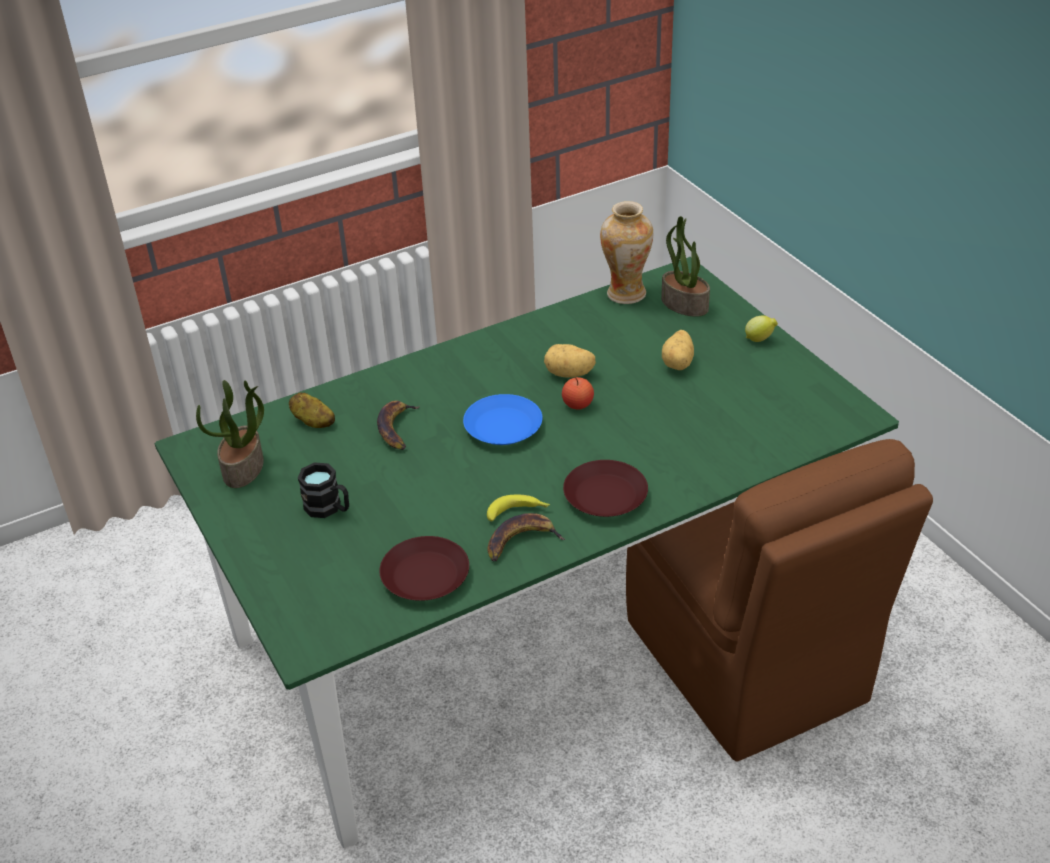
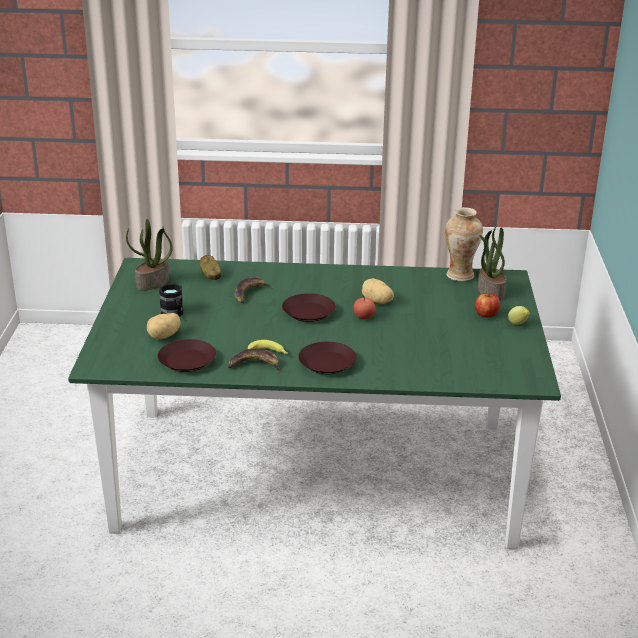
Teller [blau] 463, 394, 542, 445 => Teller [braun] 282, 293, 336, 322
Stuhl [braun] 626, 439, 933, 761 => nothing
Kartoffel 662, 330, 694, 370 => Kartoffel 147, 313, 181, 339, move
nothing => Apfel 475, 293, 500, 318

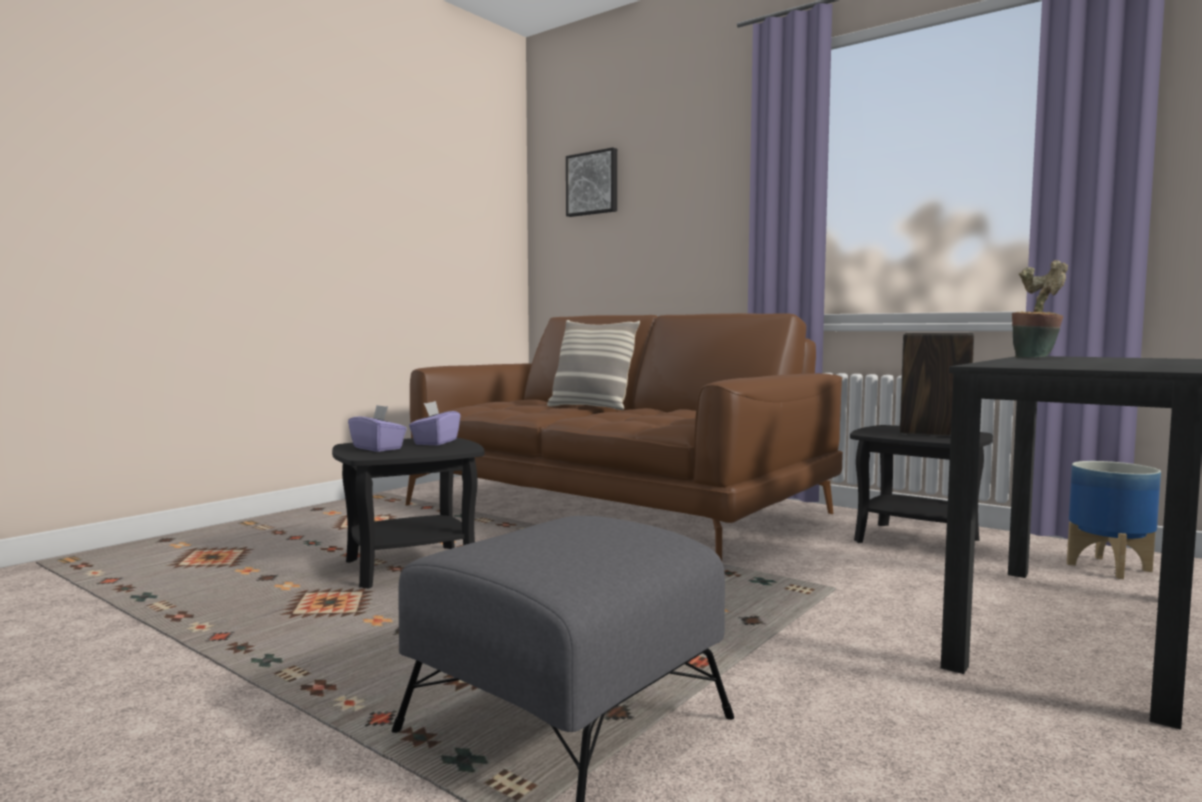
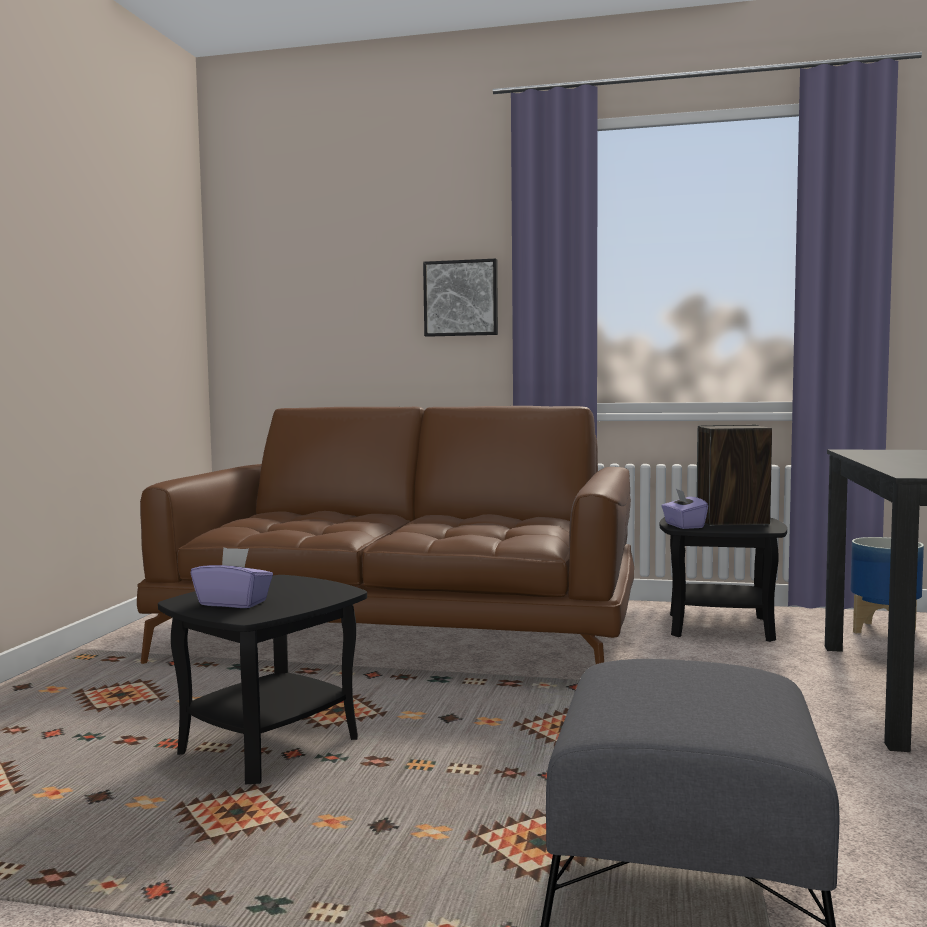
Taschentuchbox [lila] 409, 401, 460, 445 => Taschentuchbox [lila] 661, 489, 708, 529, move
Kissen 547, 320, 640, 410 => nothing
Bild 566, 147, 617, 217 => Bild 423, 258, 498, 337, move
Topfpflanze 1012, 260, 1068, 358 => nothing

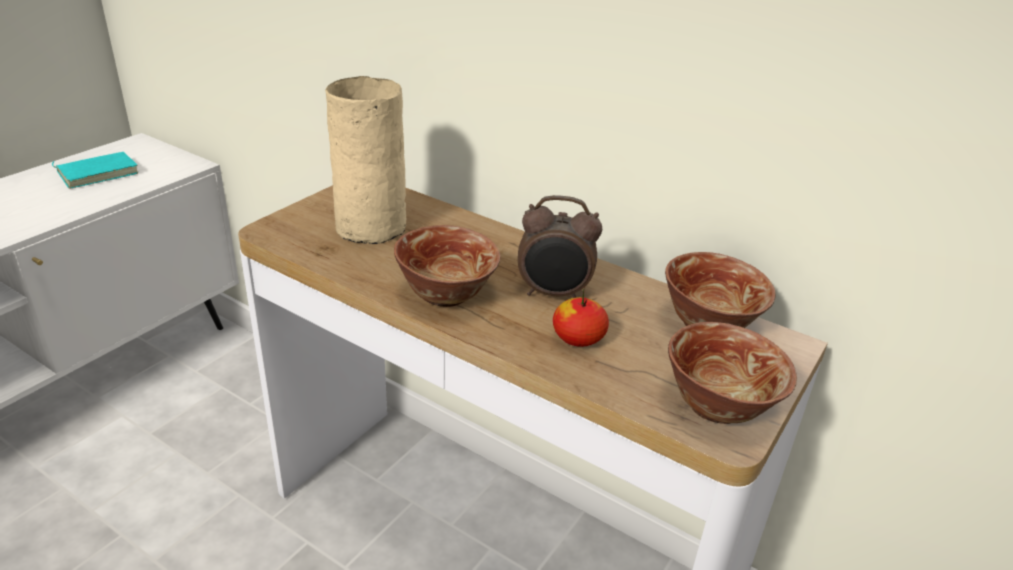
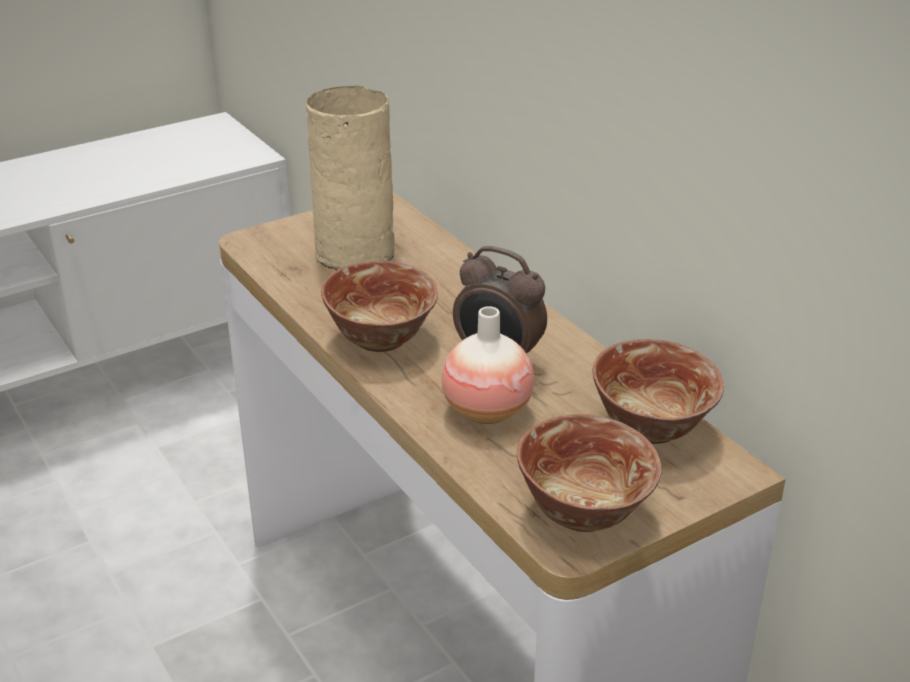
Buch [türkis] 52, 152, 138, 188 => nothing
Apfel 553, 290, 609, 347 => Vase 442, 306, 534, 424

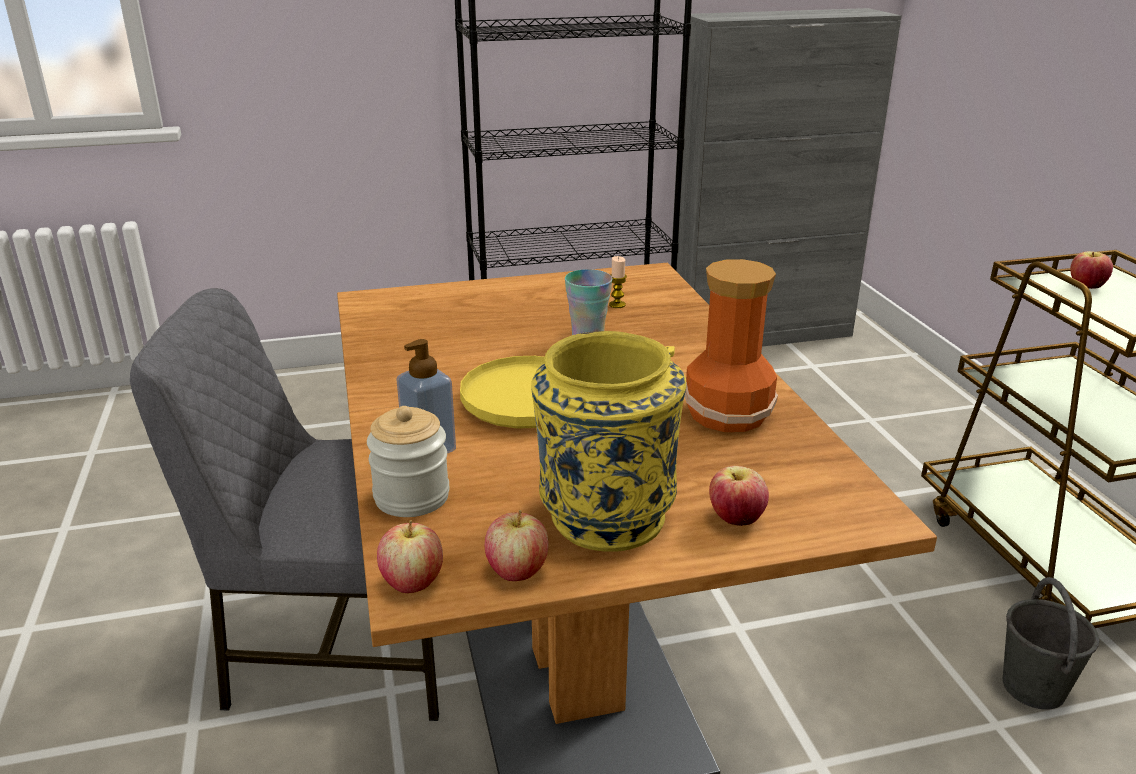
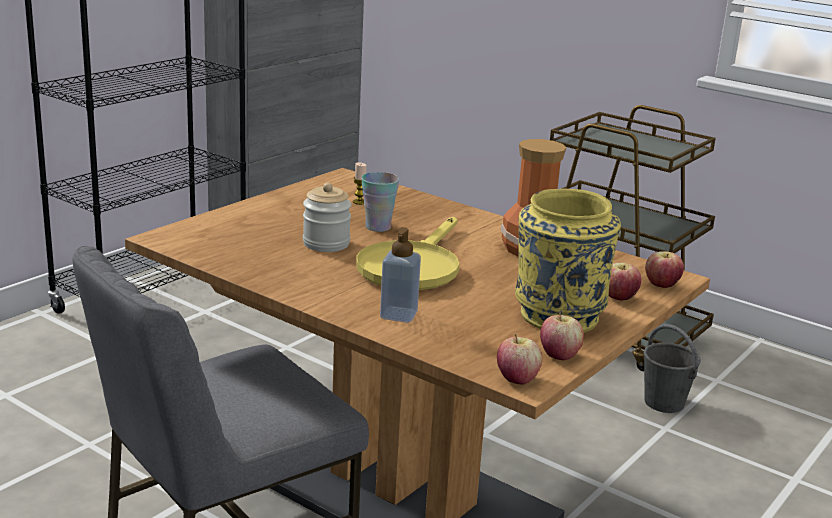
Vorratsglas 367, 406, 450, 517 => Vorratsglas 303, 183, 351, 252, move
Apfel 1070, 251, 1113, 289 => Apfel 645, 251, 684, 288, move

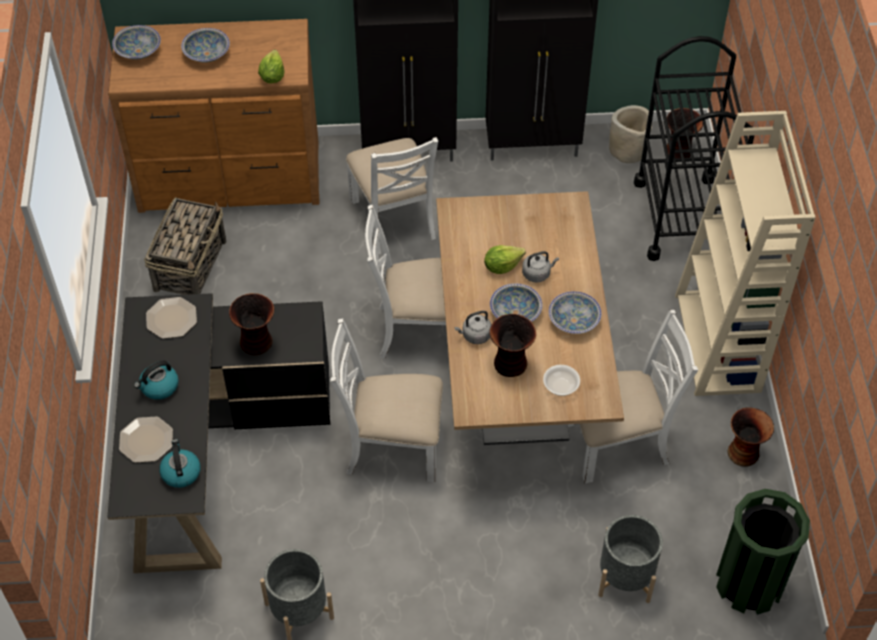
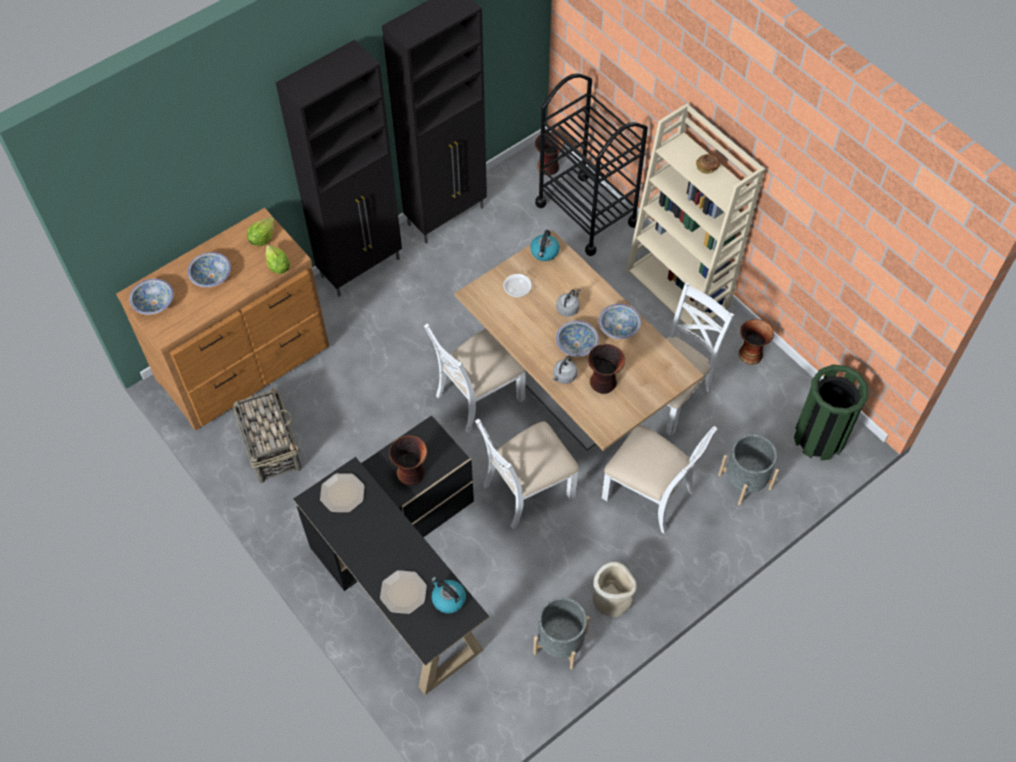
Wasserkessel 134, 361, 179, 400 => Wasserkessel 530, 230, 560, 261, move
Stuhl [weiß] 346, 137, 438, 254 => Stuhl [weiß] 601, 425, 718, 534, move
Salatkopf 484, 245, 526, 274 => Salatkopf 247, 217, 274, 246, move
Schüssel 543, 365, 580, 396 => Schüssel 503, 274, 532, 297, move
Pflanzkübel [beige] 609, 105, 652, 163 => Pflanzkübel [beige] 593, 562, 637, 617, move
nothing => Brot 696, 154, 720, 174

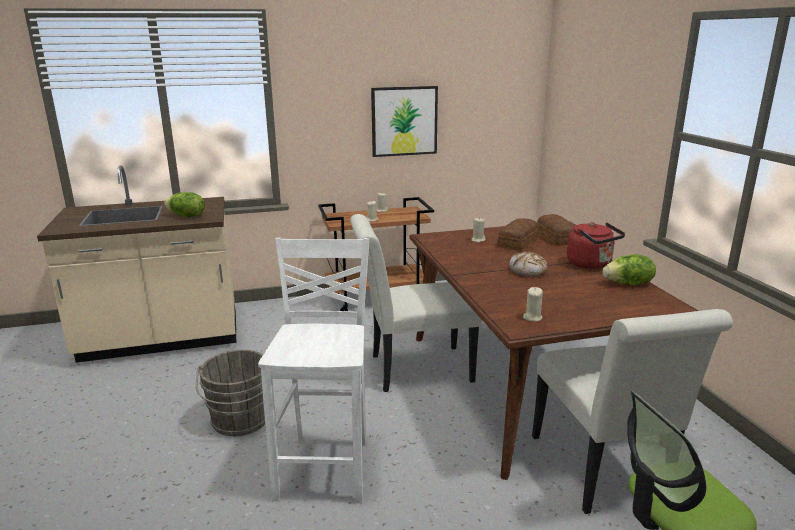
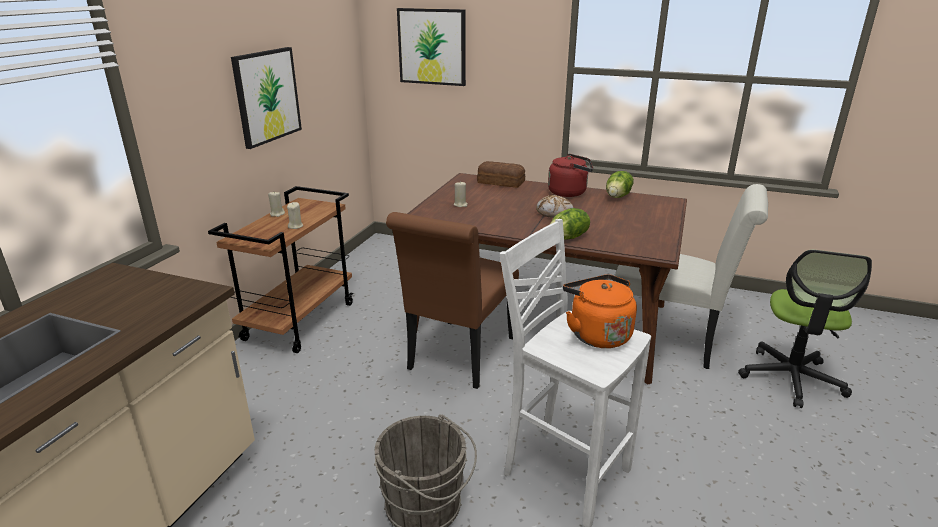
Salatkopf 164, 192, 205, 217 => Salatkopf 549, 208, 590, 240, move
Stuhl [weiß] 350, 214, 482, 392 => Stuhl [braun] 386, 212, 519, 389
Brot 497, 218, 539, 250 => nothing
Kerze [beige] 523, 287, 543, 322 => nothing
nothing => Bild 397, 8, 466, 86
nothing => Wasserkessel [orange] 563, 274, 637, 348

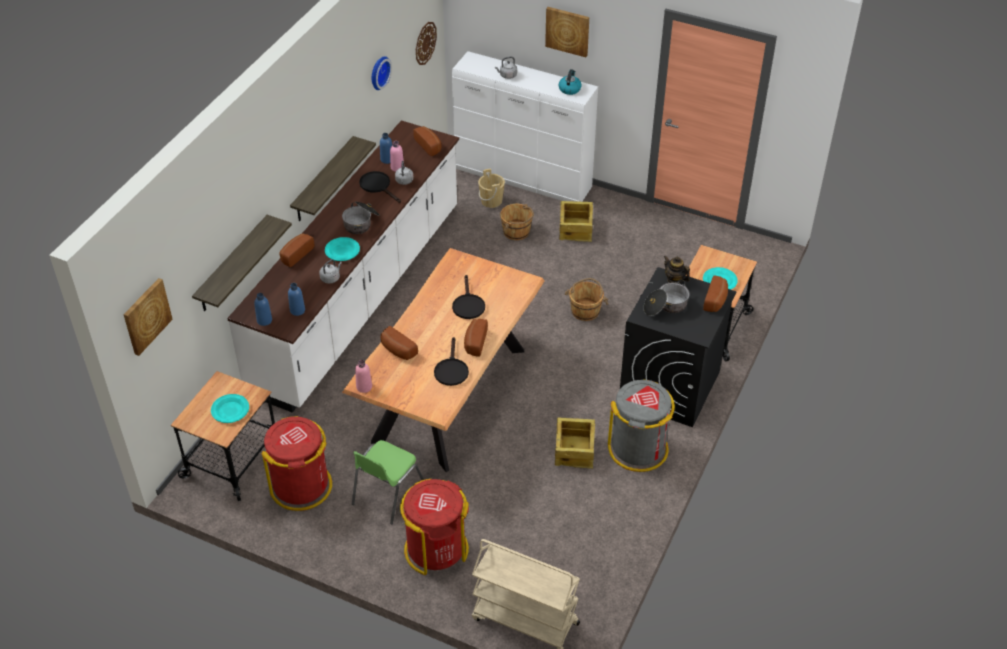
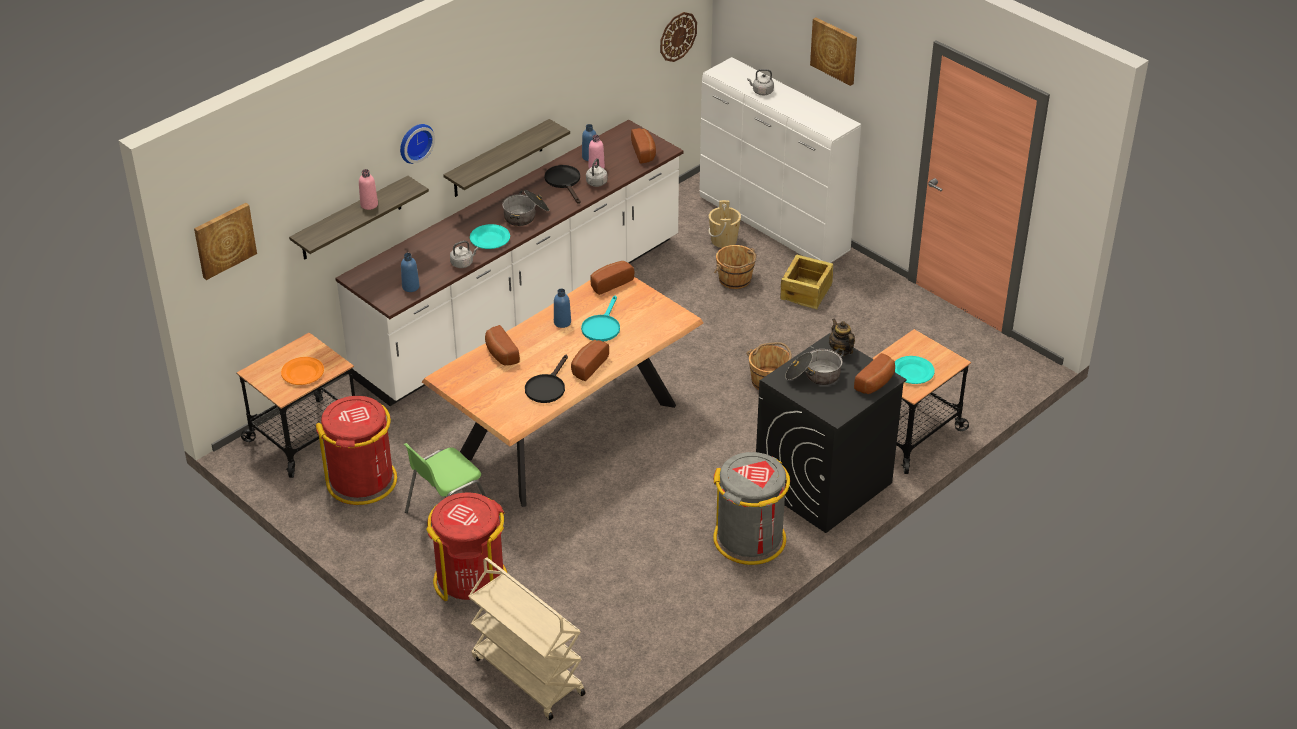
Teller [türkis] 211, 394, 249, 423 => Teller [orange] 281, 357, 324, 385
Flasche [blau] 254, 293, 272, 326 => Flasche [blau] 554, 289, 571, 328, move
Brot 280, 233, 315, 267 => Brot 590, 261, 634, 295, move
Flasche [rosa] 355, 360, 372, 393 => Flasche [rosa] 359, 169, 378, 210, move
Wanduhr 372, 56, 392, 90 => Wanduhr 400, 124, 435, 164, move
Pfanne [schwarz] 452, 275, 485, 319 => Pfanne [türkis] 581, 295, 620, 342
Kiste 555, 417, 595, 469 => nothing
Wasserkessel 559, 69, 582, 95 => nothing

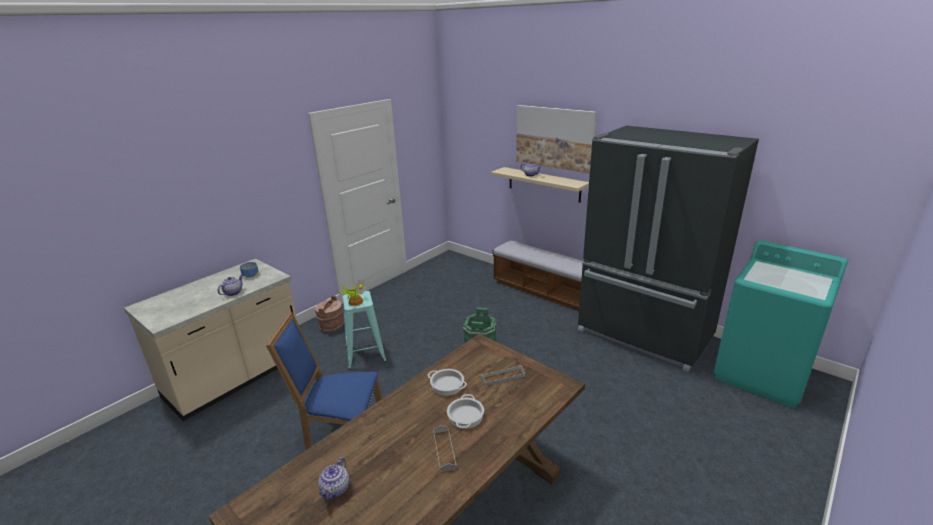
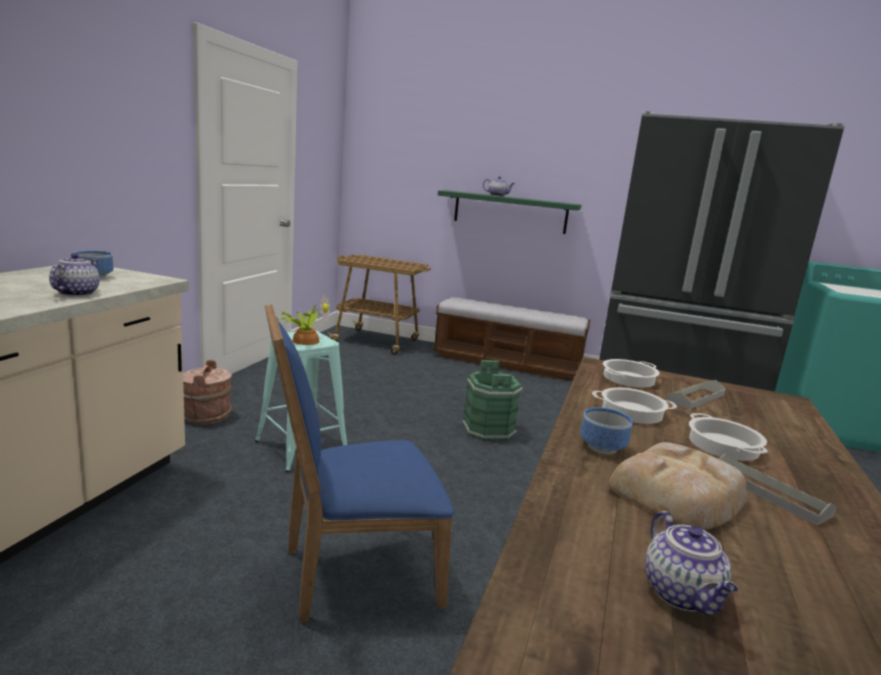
Wandregal [beige] 491, 167, 589, 203 => Wandregal [grün] 438, 190, 582, 234
Bild 516, 105, 597, 174 => nothing
nothing => Rollwagen 327, 255, 431, 355
nothing => Schüssel 580, 407, 633, 454
nothing => Kochtopf 603, 359, 660, 388
nothing => Brot 609, 442, 748, 530

